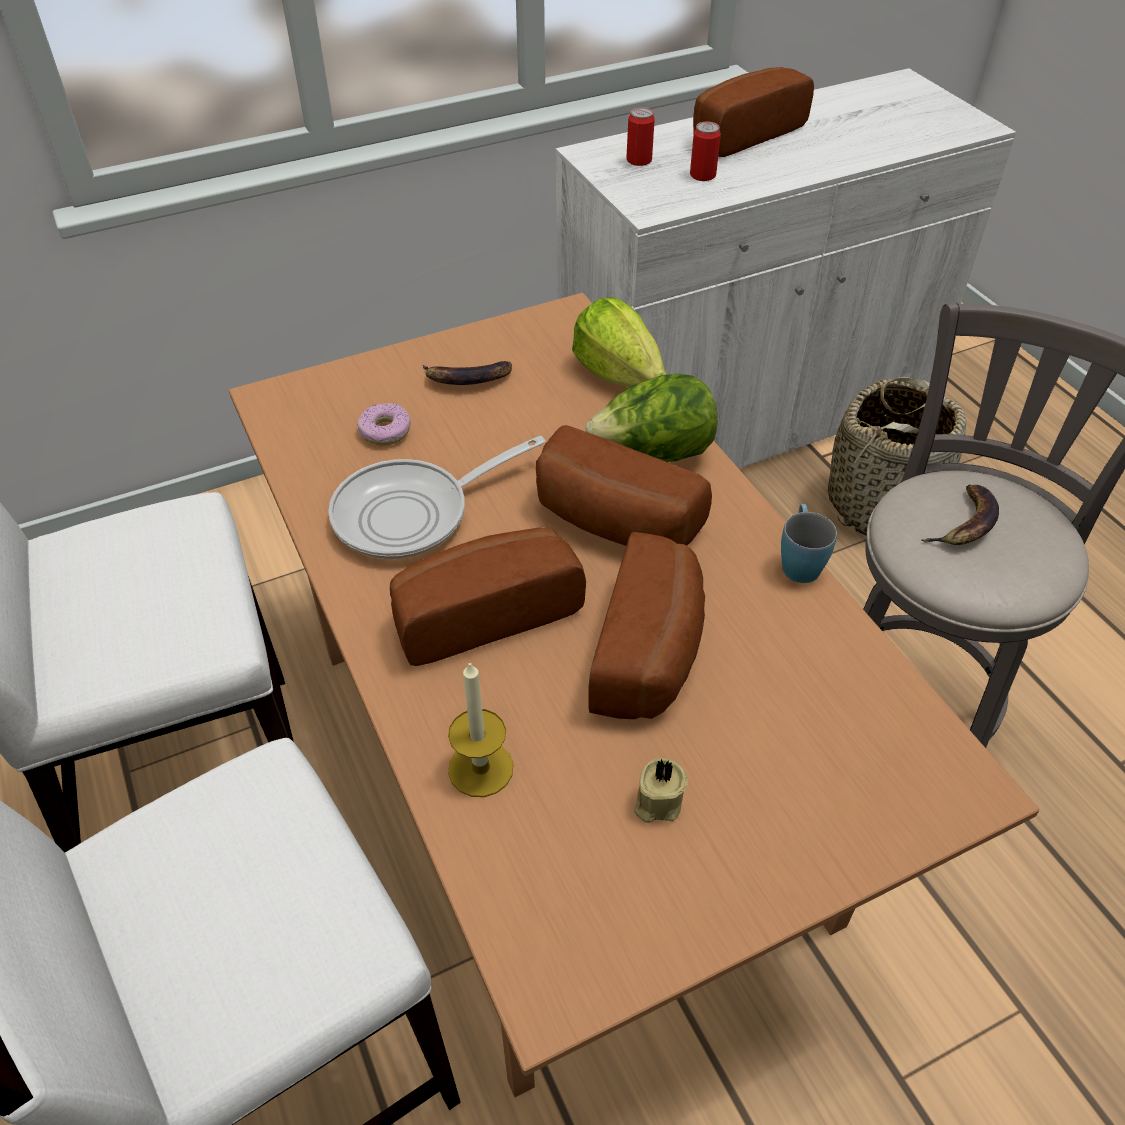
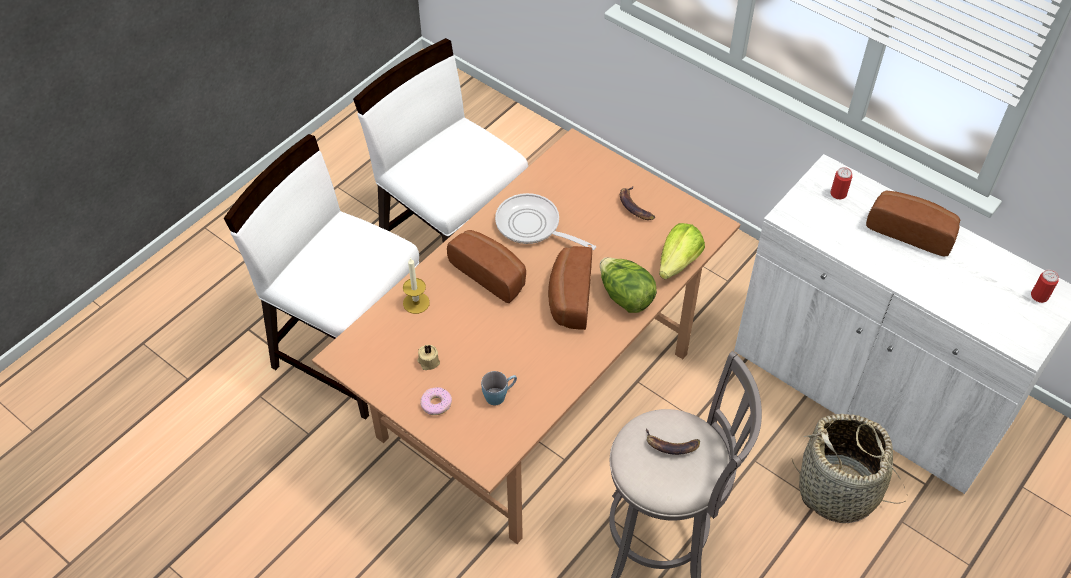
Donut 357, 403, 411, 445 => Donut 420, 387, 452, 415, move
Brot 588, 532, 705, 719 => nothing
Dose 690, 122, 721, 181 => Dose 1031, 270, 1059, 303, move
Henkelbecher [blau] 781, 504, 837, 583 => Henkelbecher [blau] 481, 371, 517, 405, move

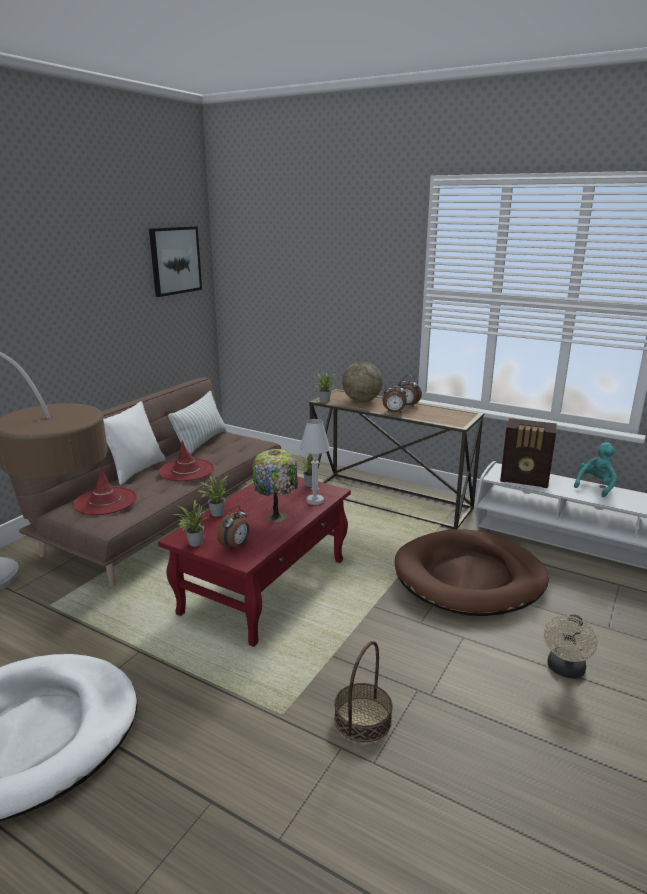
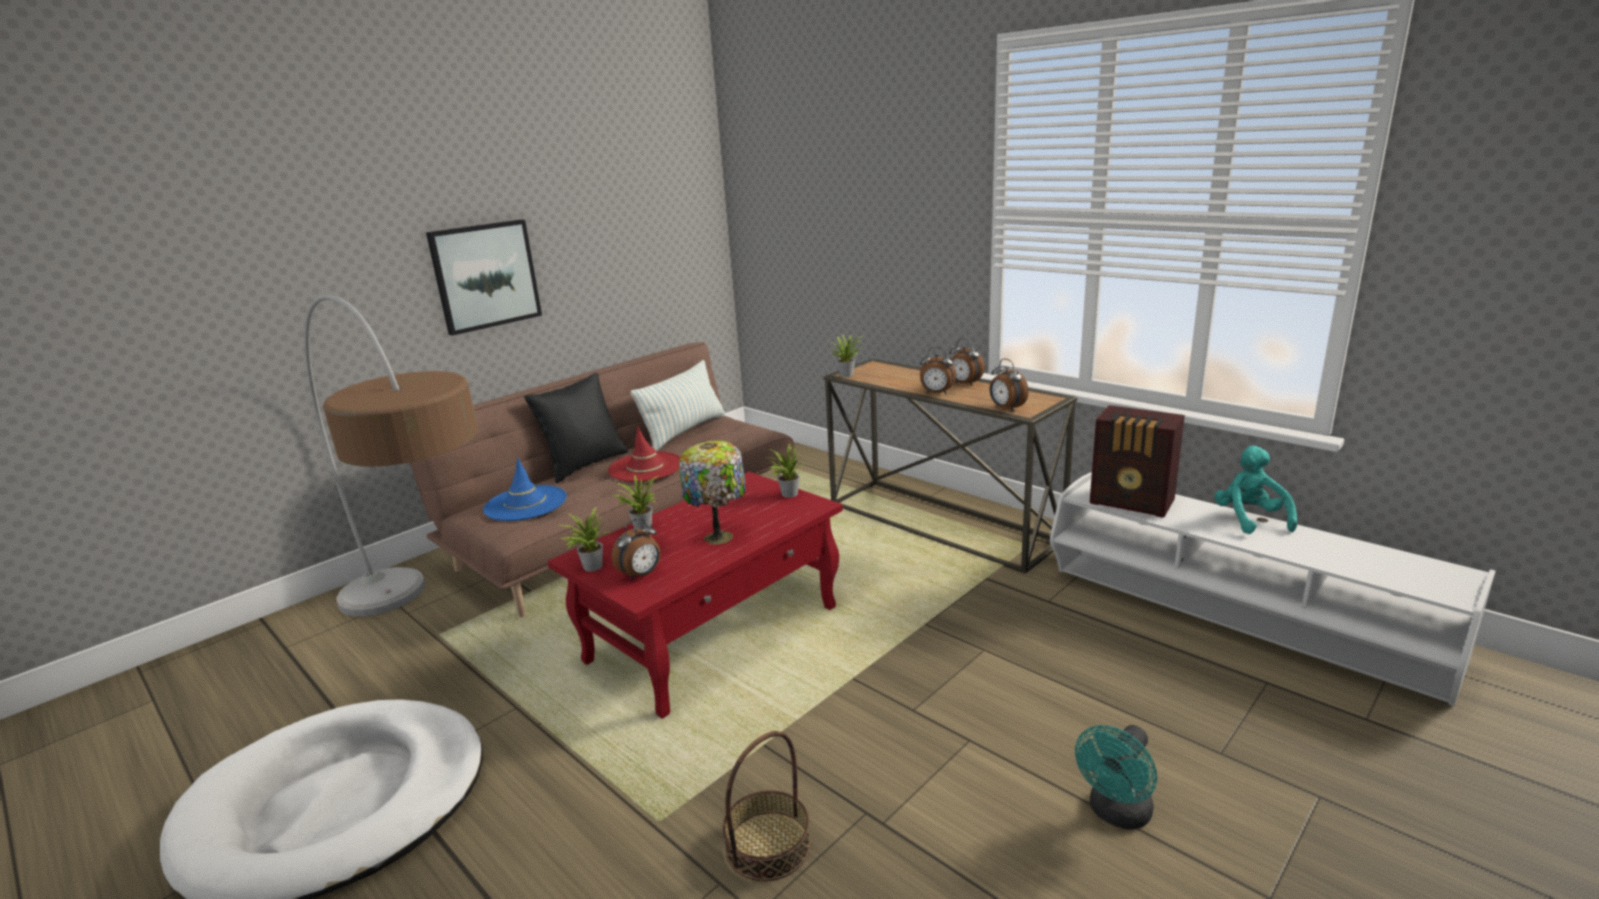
Hut [rot] 73, 467, 137, 515 => Hut [blau] 483, 458, 567, 521
Kissen [weiß] 103, 401, 166, 485 => Kissen [schwarz] 524, 373, 628, 483
Bild 149, 226, 202, 297 => Bild 426, 219, 542, 336, move
Tischlampe [weiß] 300, 419, 330, 505 => nothing
Globus 342, 361, 383, 402 => nothing
Hundebett [braun] 395, 529, 549, 616 => nothing
Ventilator [beige] 544, 615, 597, 679 => Ventilator [türkis] 1075, 725, 1157, 829
Plüschtier [türkis] 574, 442, 617, 497 => Plüschtier [türkis] 1214, 446, 1297, 534, 60 degrees counterclockwise
nothing => Wecker 989, 359, 1029, 411

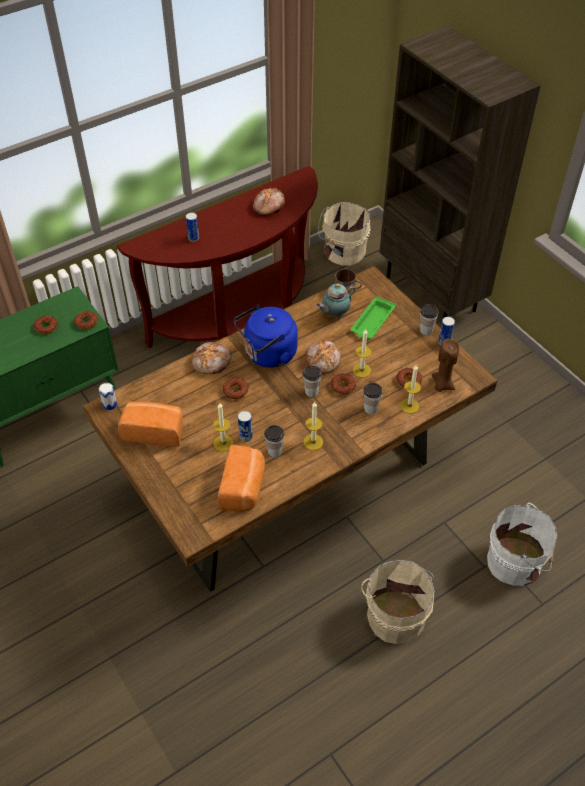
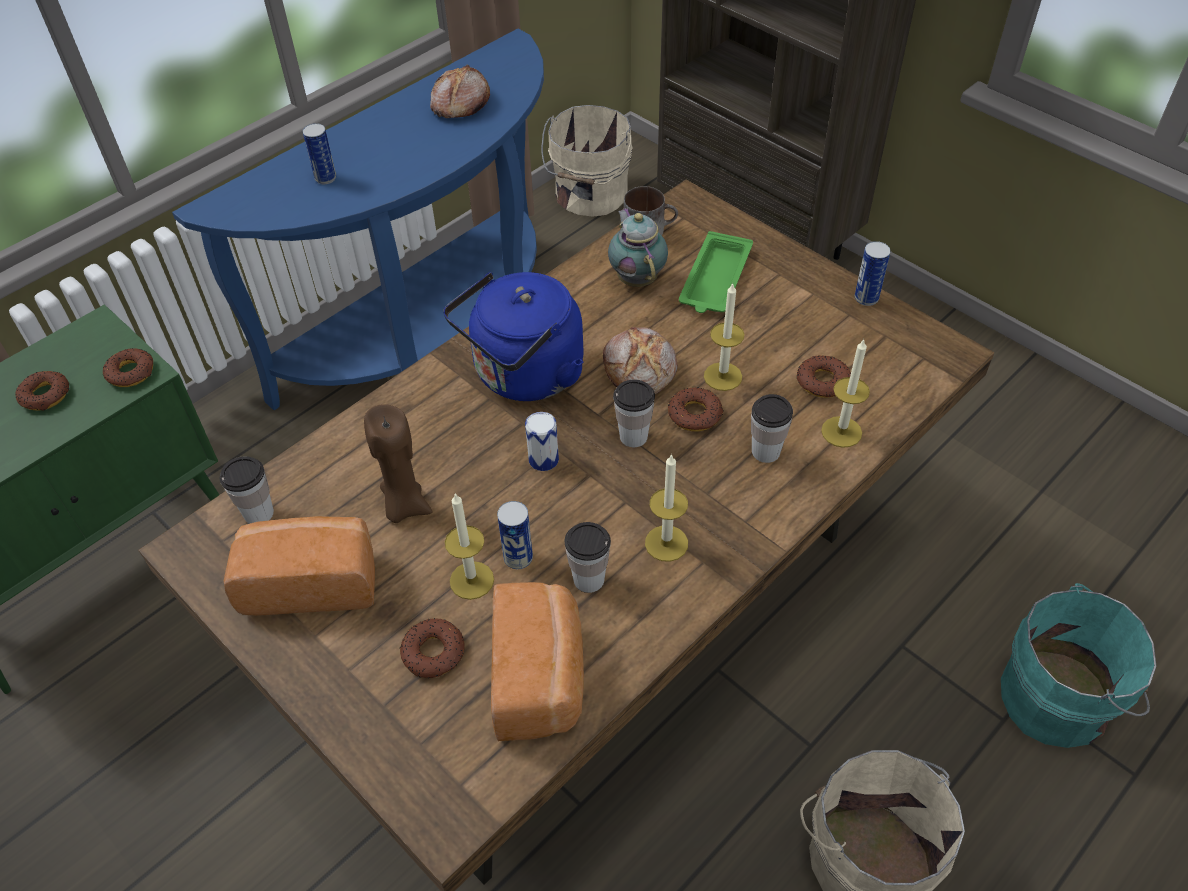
Dose 99, 383, 117, 410 => Dose 525, 412, 559, 471, move
Konsolentisch [braun] 117, 166, 318, 348 => Konsolentisch [blau] 172, 28, 544, 410
Brot 192, 342, 232, 374 => nothing
Donut 222, 378, 248, 399 => Donut 399, 618, 465, 678, move
Teekanne 316, 284, 356, 318 => Teekanne 608, 208, 668, 287, 120 degrees clockwise
Tasse 420, 305, 439, 335 => Tasse 220, 456, 274, 524, move
Kerze [braun] 432, 339, 459, 392 => Kerze [braun] 364, 404, 433, 523, move
Eimer [weiß] 487, 503, 557, 586 => Eimer [türkis] 1001, 583, 1156, 748

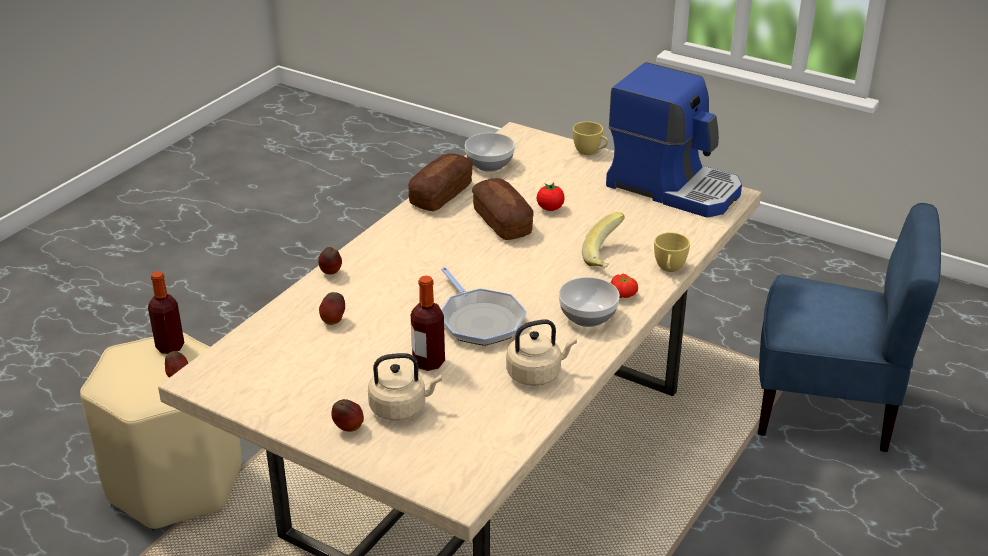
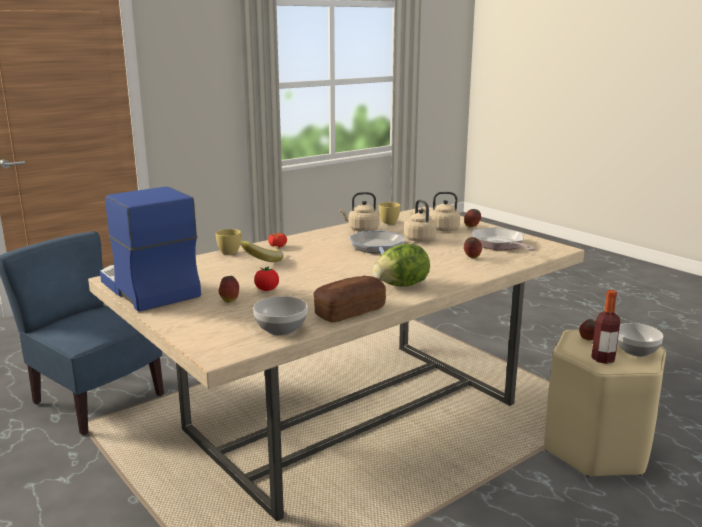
Apfel 318, 247, 342, 274 => Apfel 219, 276, 239, 303, move
Flasche 411, 275, 445, 371 => Wasserkessel [beige] 404, 200, 437, 242
Brot 472, 178, 534, 240 => nothing
Schüssel 559, 277, 620, 327 => Schüssel 618, 323, 663, 357, move
Tasse [gelb] 573, 121, 608, 155 => Tasse [gelb] 378, 202, 400, 224, move
nothing => Salatkopf 373, 244, 430, 286
nothing => Pfanne 472, 227, 536, 251

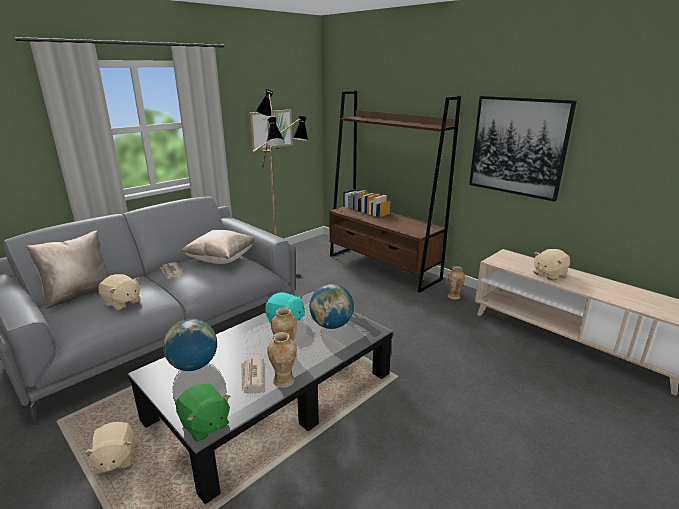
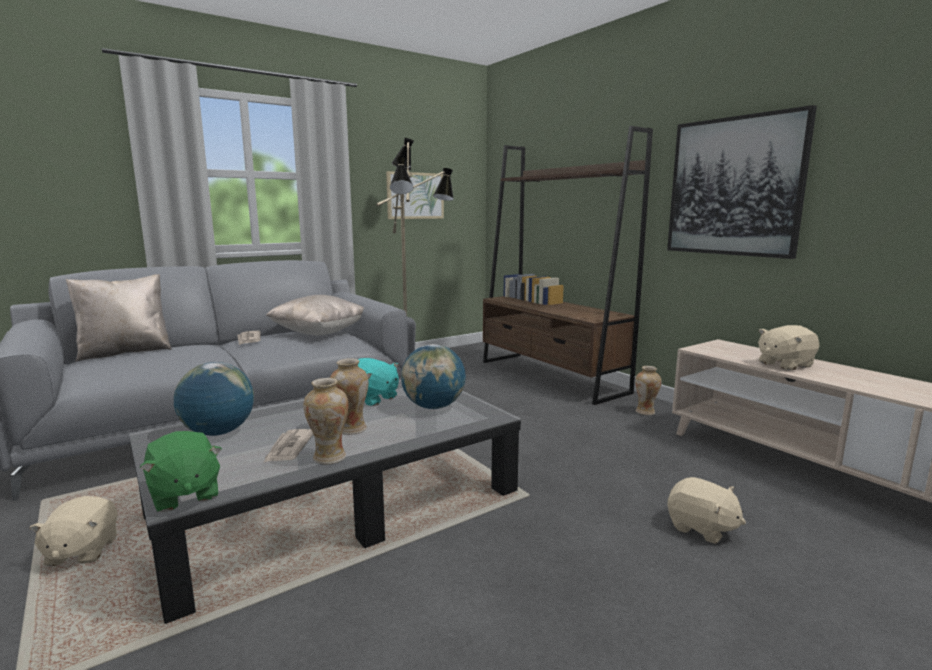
Plüschtier [beige] 98, 274, 141, 311 => Plüschtier [beige] 667, 477, 746, 544, move

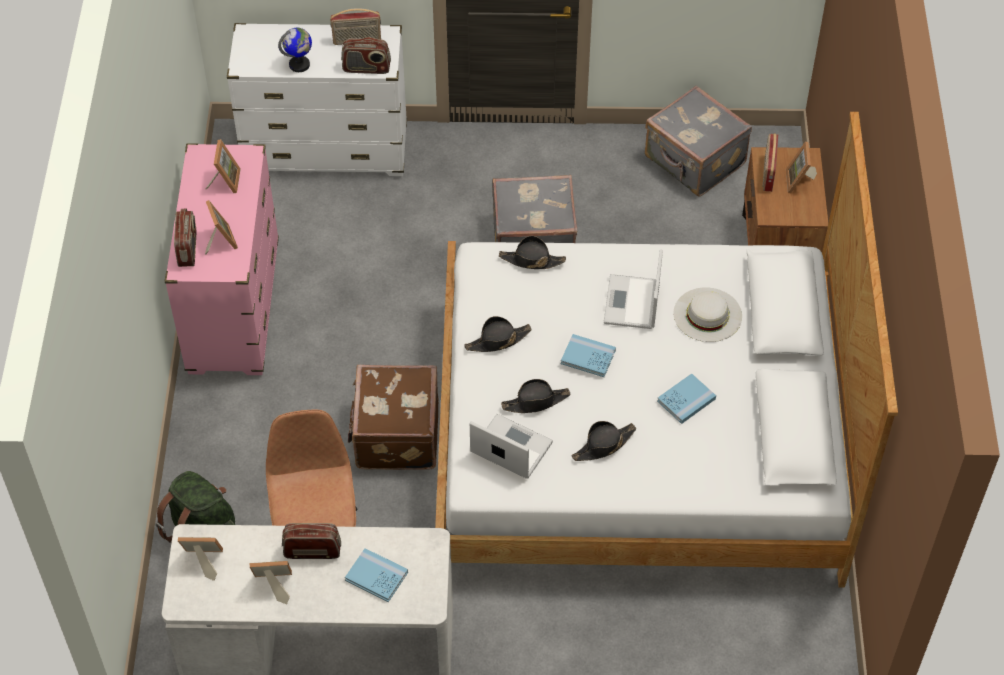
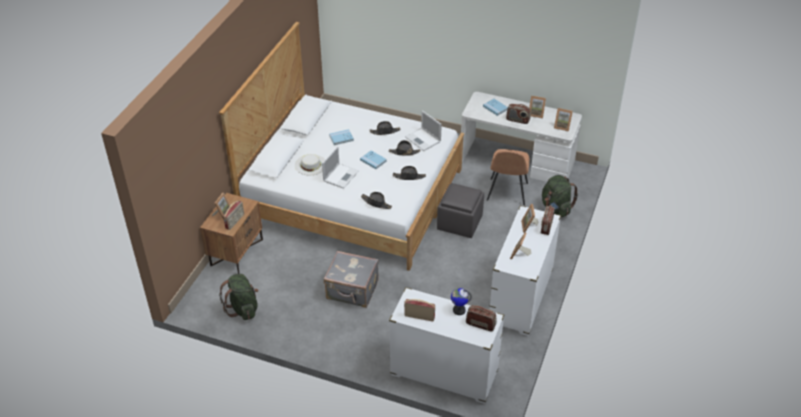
Kommode [rosa] 165, 143, 279, 375 => Kommode [weiß] 490, 205, 561, 336
Radio 341, 37, 391, 74 => Radio 466, 305, 497, 332, move
Koffer [braun] 348, 365, 438, 470 => Polsterhocker [grau] 437, 183, 484, 238
Koffer [grau] 645, 86, 752, 197 => Rucksack [grün] 219, 274, 258, 320

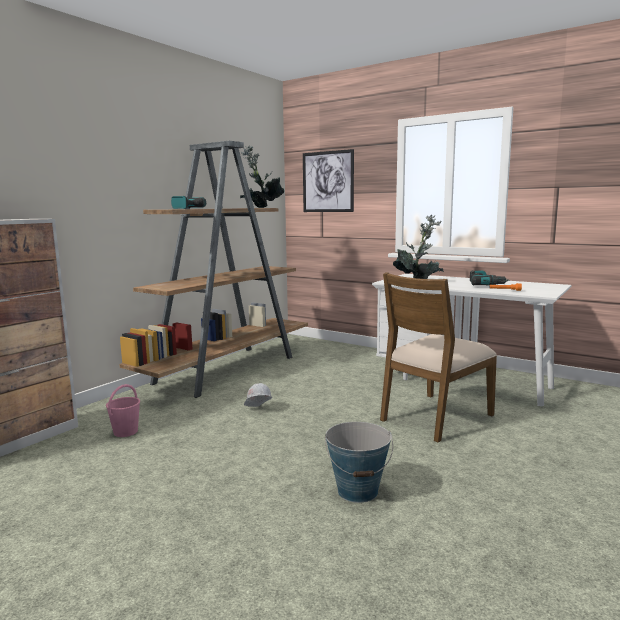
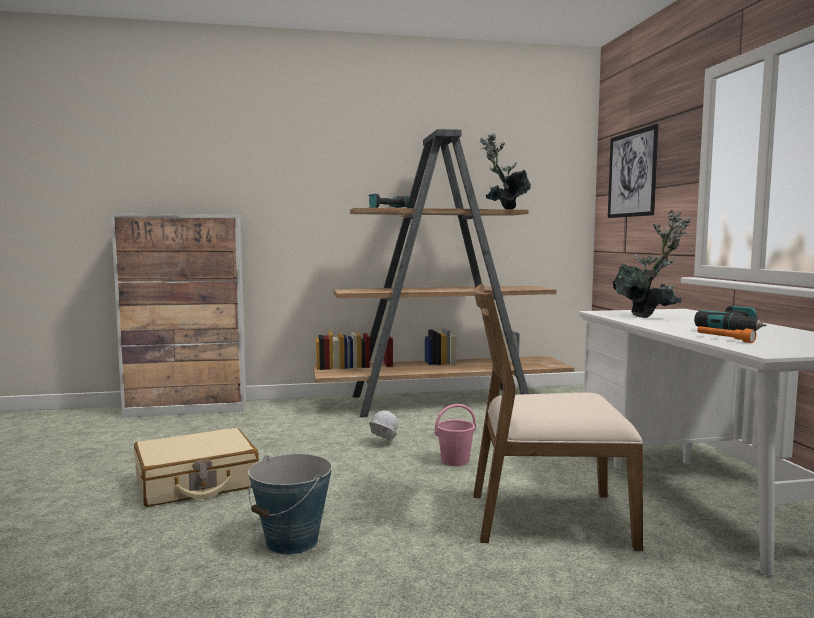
Eimer [rosa] 106, 384, 140, 437 => Eimer [rosa] 435, 404, 476, 466, move
nothing => Koffer [beige] 134, 428, 259, 507

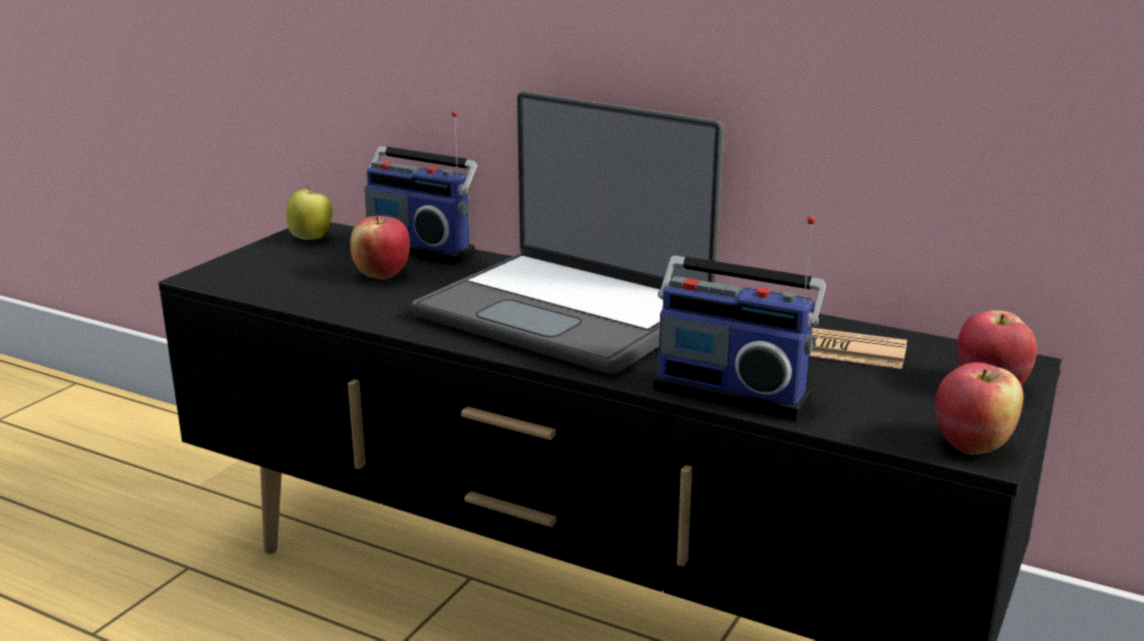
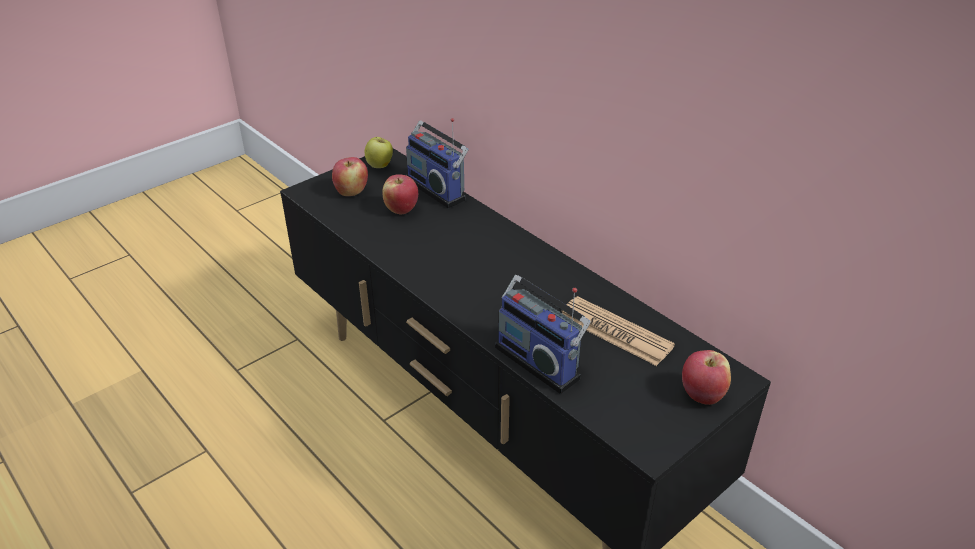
Laptop 411, 91, 724, 375 => nothing
Apfel 935, 362, 1023, 455 => Apfel 332, 157, 368, 196, move

